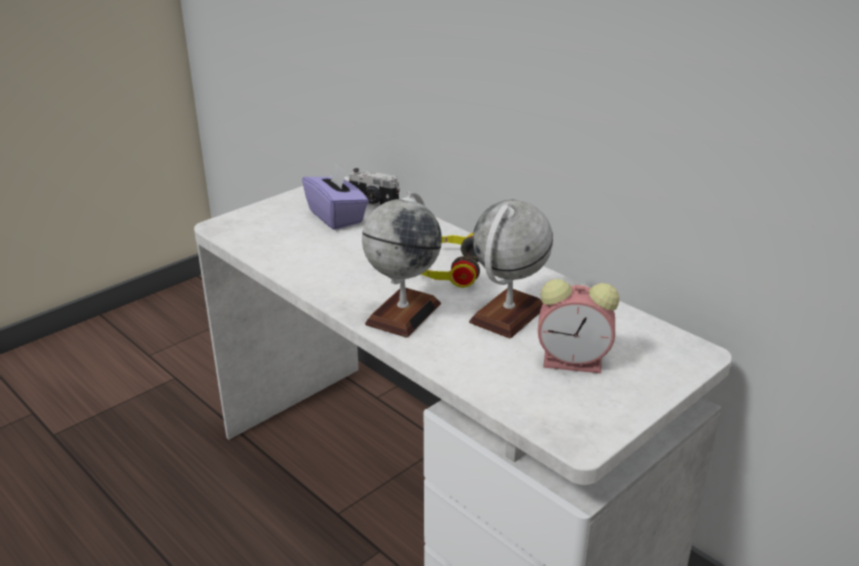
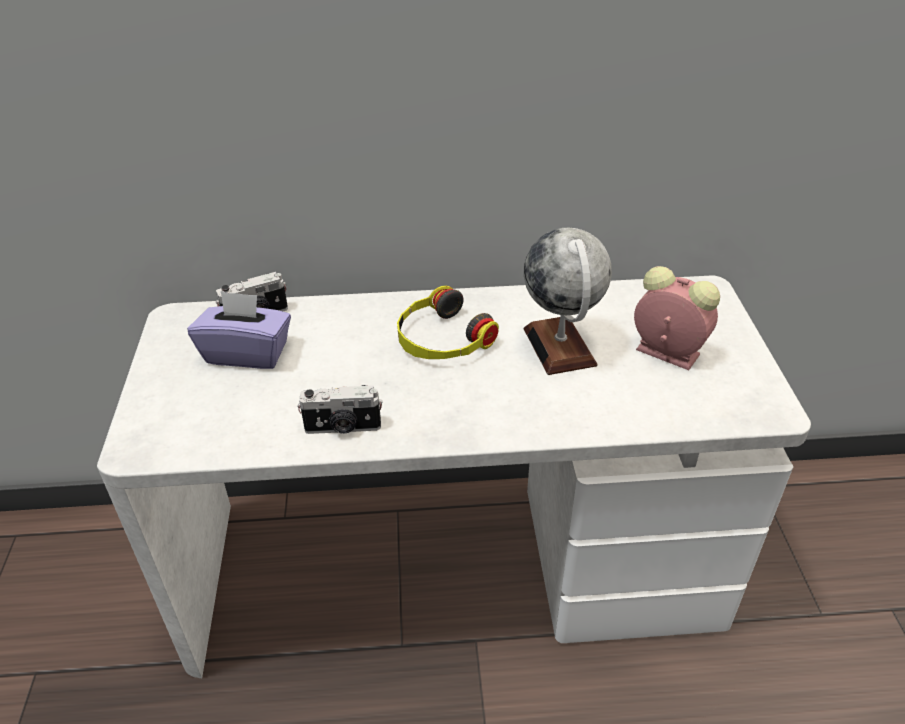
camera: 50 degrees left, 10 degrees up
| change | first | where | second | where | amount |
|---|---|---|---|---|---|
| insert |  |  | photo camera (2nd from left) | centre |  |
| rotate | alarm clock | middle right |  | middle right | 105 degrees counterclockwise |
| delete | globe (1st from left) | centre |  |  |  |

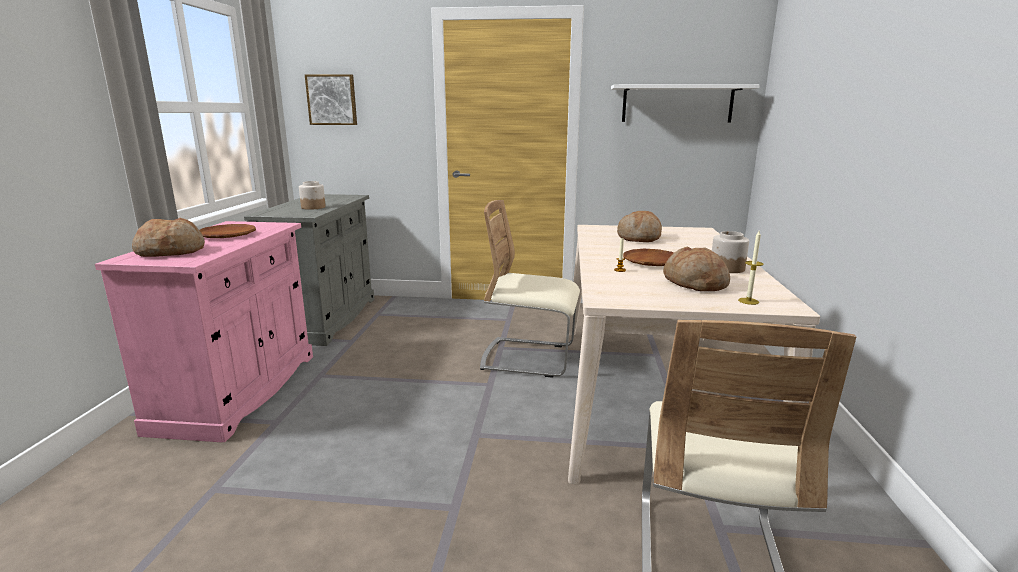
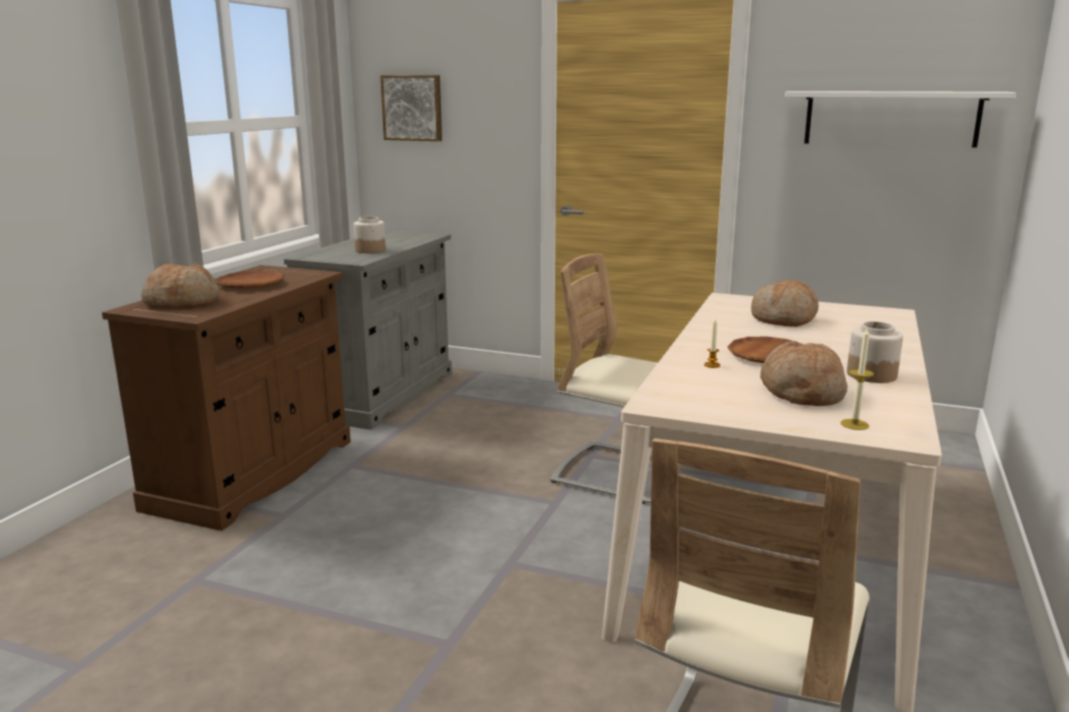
camera: 15 degrees right, 0 degrees up
| change | first | where | second | where | amount |
|---|---|---|---|---|---|
| recolor | pink cabinet | middle left | brown cabinet | middle left |  |

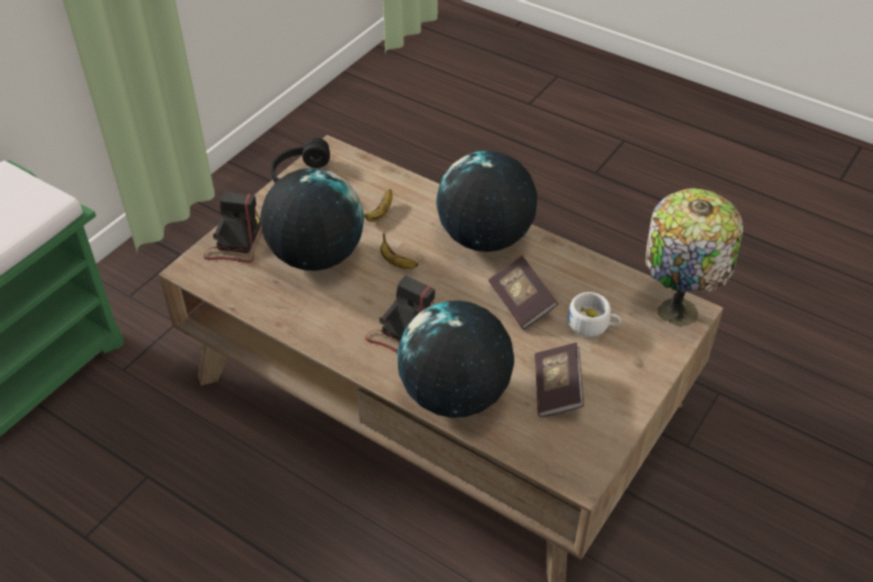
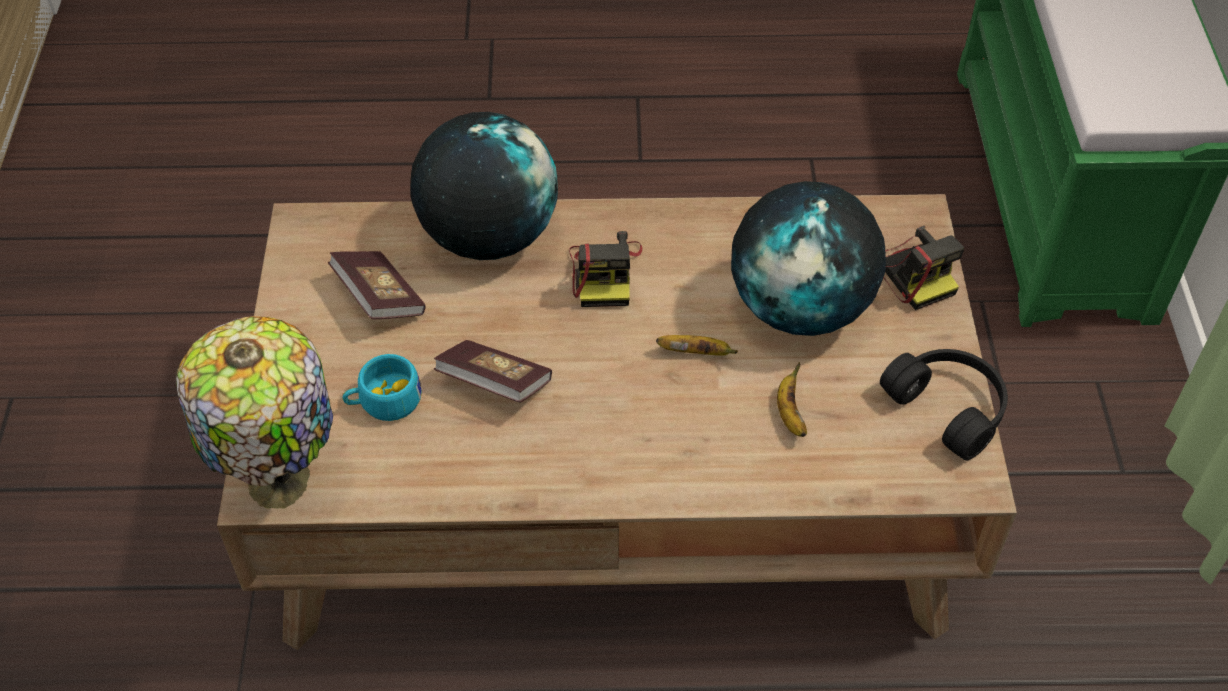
camera: 145 degrees right, 5 degrees up
| change | first | where | second | where | amount |
|---|---|---|---|---|---|
| recolor | white cup | middle right | turquoise cup | middle left |  |
| delete | globe (3rd from left) | centre |  |  |  |

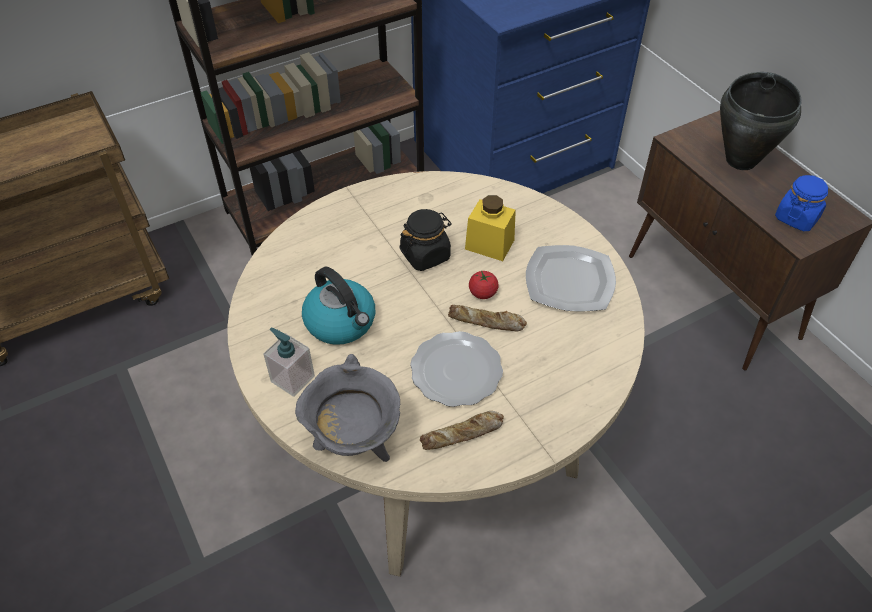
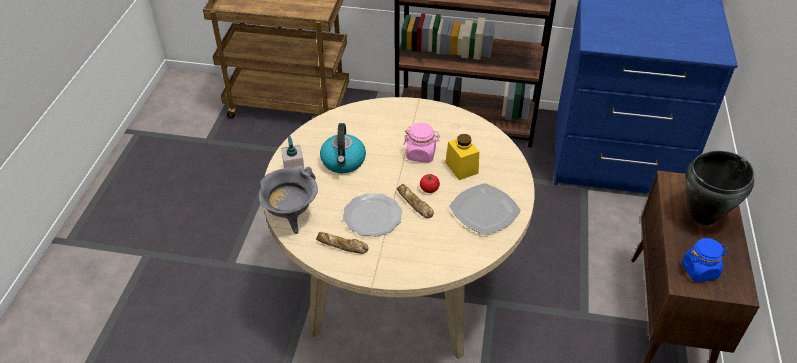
camera: 40 degrees right, 5 degrees down
| change | first | where | second | where | amount |
|---|---|---|---|---|---|
| recolor | black jar | centre | pink jar | centre |  |

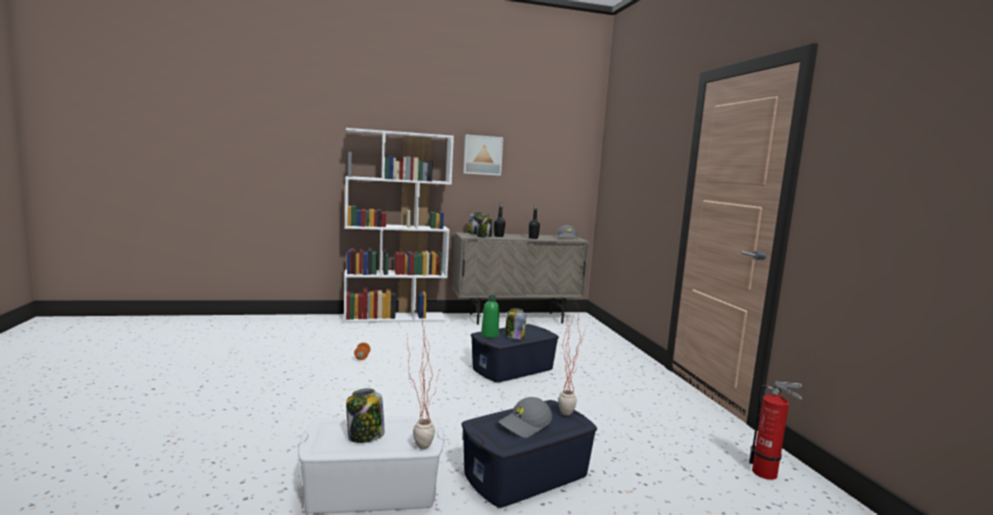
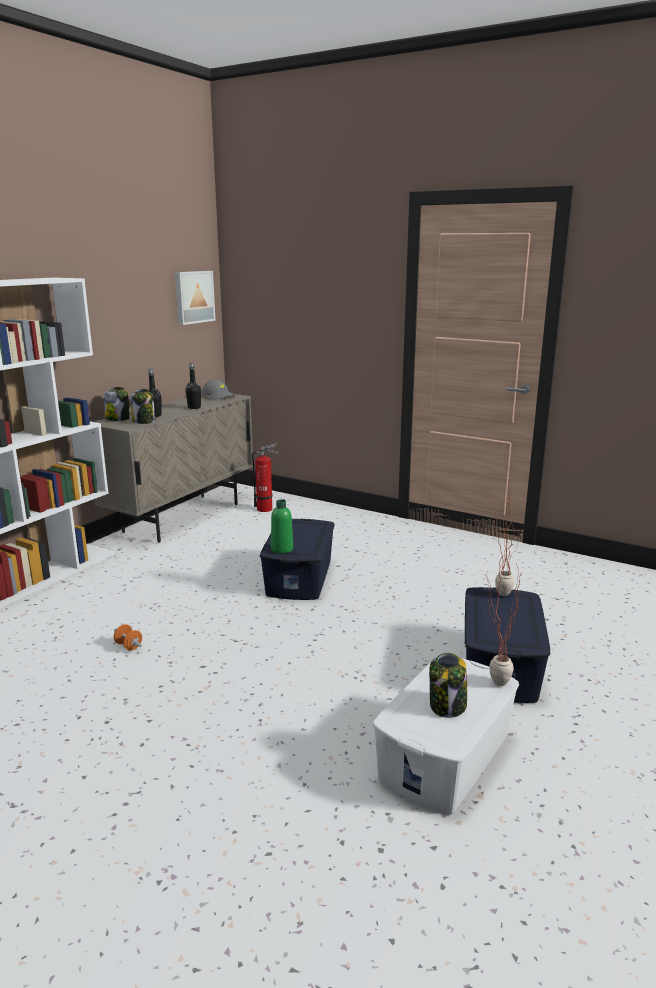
camera: 45 degrees left, 10 degrees up
| change | first | where | second | where | amount |
|---|---|---|---|---|---|
| move | picture | top centre |  | top left |  |
| move | fire extinguisher | bottom right |  | centre |  |
| delete | grey cap (1st from left) | bottom centre |  |  |  |
| delete | jar (4th from left) | centre |  |  |  |

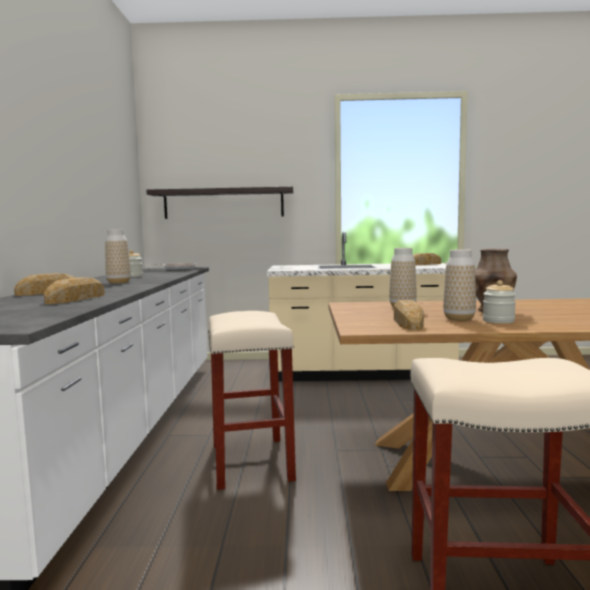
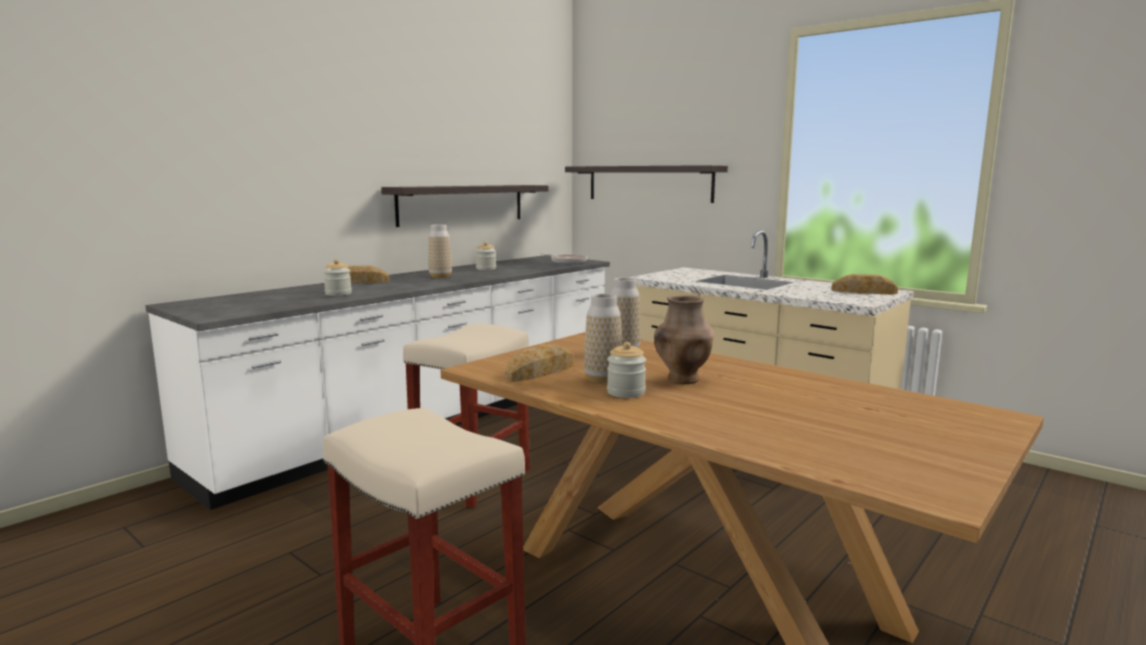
camera: 40 degrees right, 5 degrees up
| change | first | where | second | where | amount |
|---|---|---|---|---|---|
| replace | bread (2nd from left) | middle left | jar (1st from left) | middle left |  |
| insert |  |  | shelf (1st from left) | top centre |  |

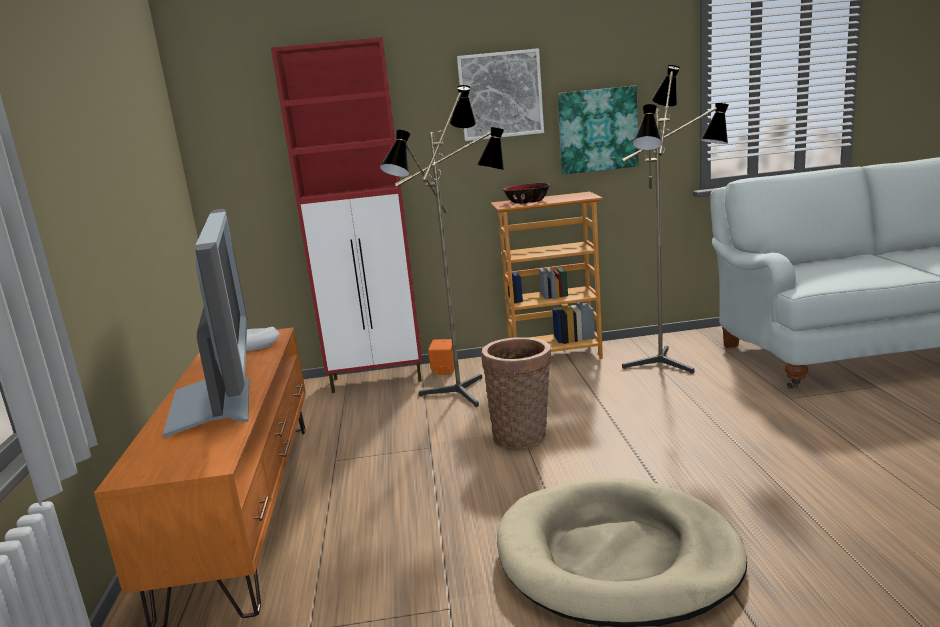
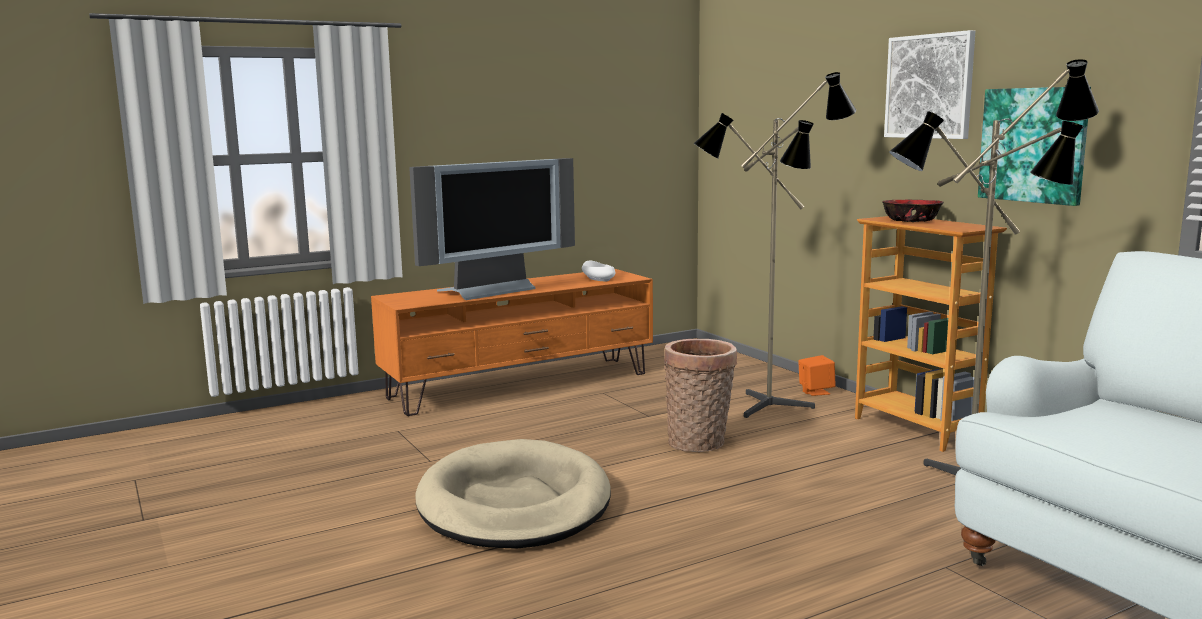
camera: 65 degrees right, 5 degrees down
| change | first | where | second | where | amount |
|---|---|---|---|---|---|
| delete | red cabinet | centre |  |  |  |

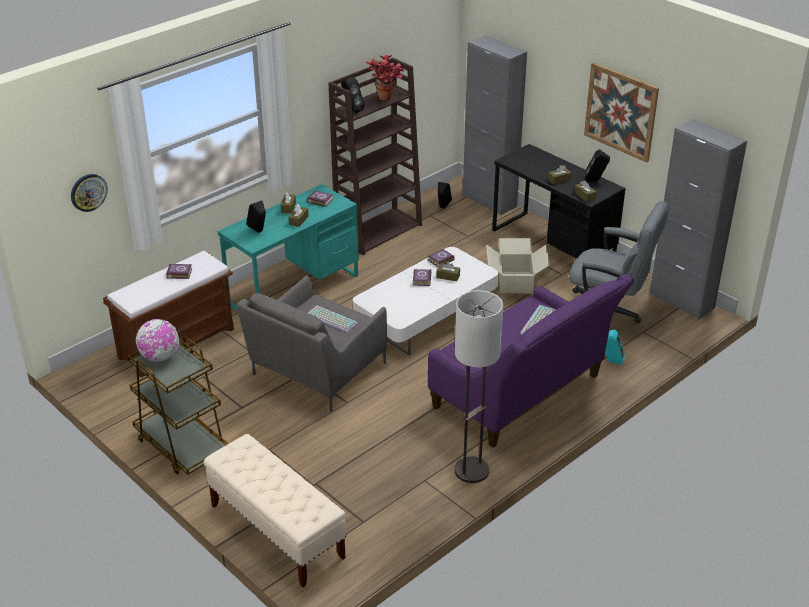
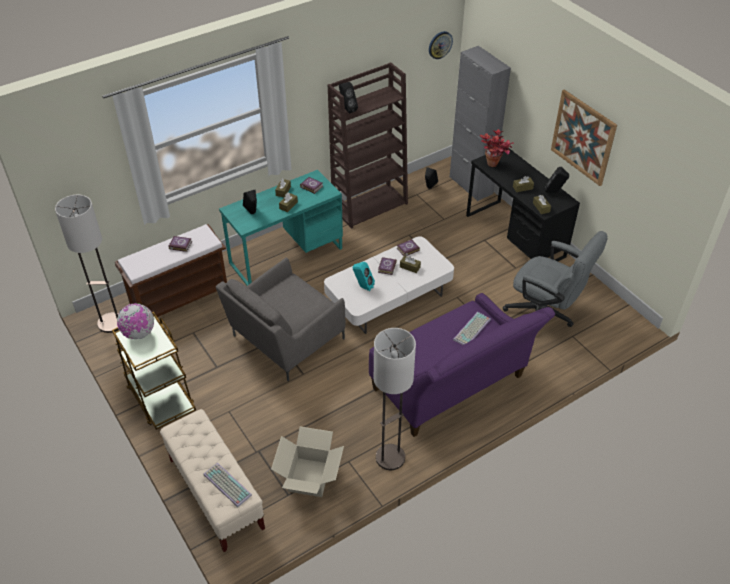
camera: 10 degrees right, 10 degrees up
| change | first | where | second | where | amount |
|---|---|---|---|---|---|
| insert |  |  | floor lamp (1st from left) | middle left |  |
| move | keyboard (1st from left) | centre |  | bottom left |  |
| move | cardboard box | centre |  | bottom centre |  |
| move | turquoise speaker | middle right |  | centre |  |
| move | wall clock | top left |  | top centre |  |
| move | potted plant | top centre |  | top right |  |
| delete | grey cabinet (2nd from left) | middle right |  |  |  |

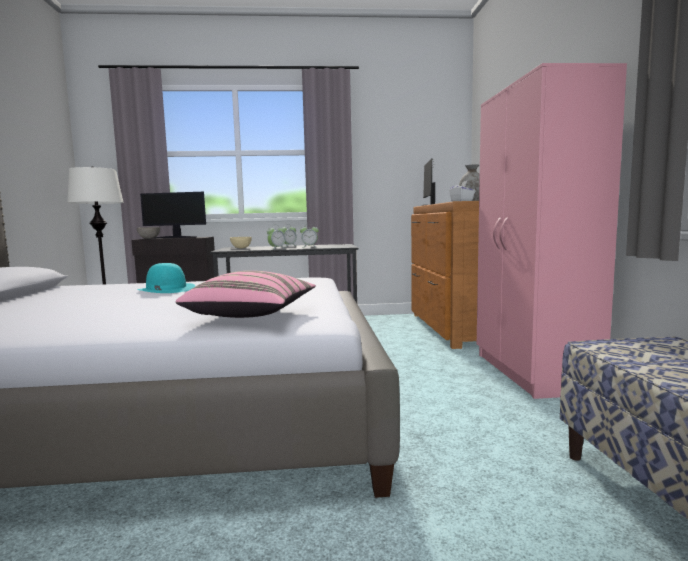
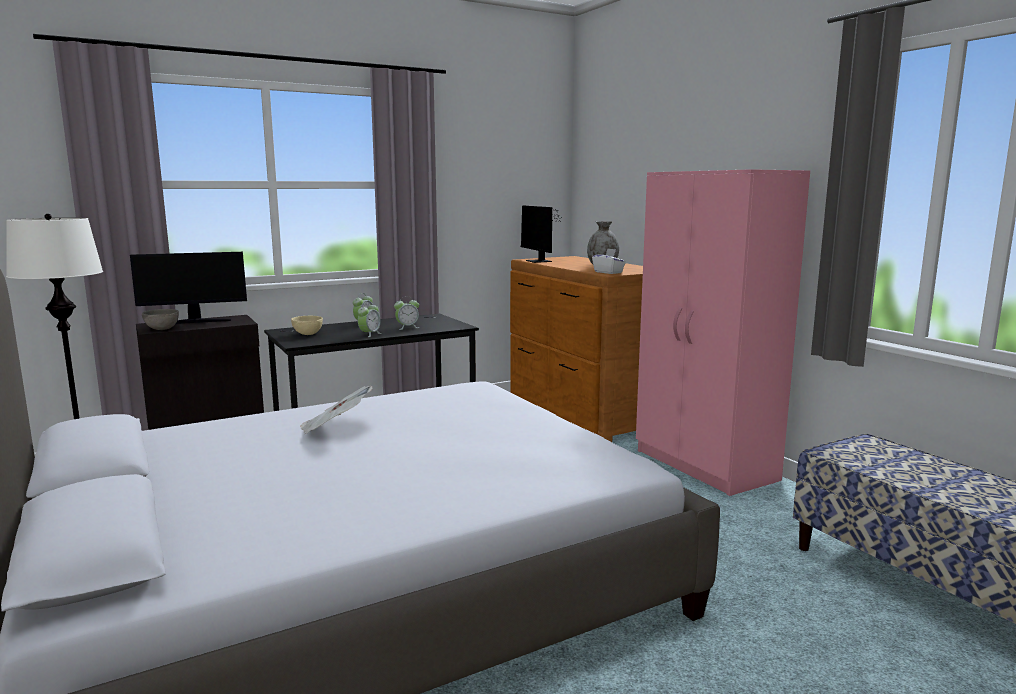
camera: 25 degrees left, 5 degrees up
| change | first | where | second | where | amount |
|---|---|---|---|---|---|
| replace | turquoise hat | middle left | newspaper | middle left |  |
| delete | pink pillow | centre |  |  |  |

